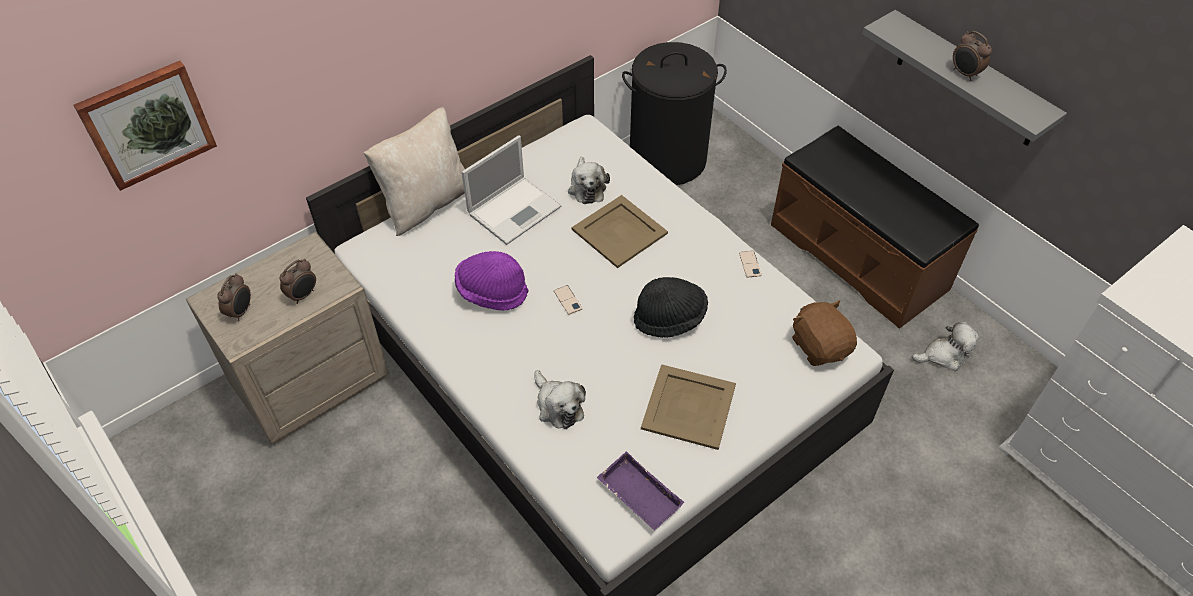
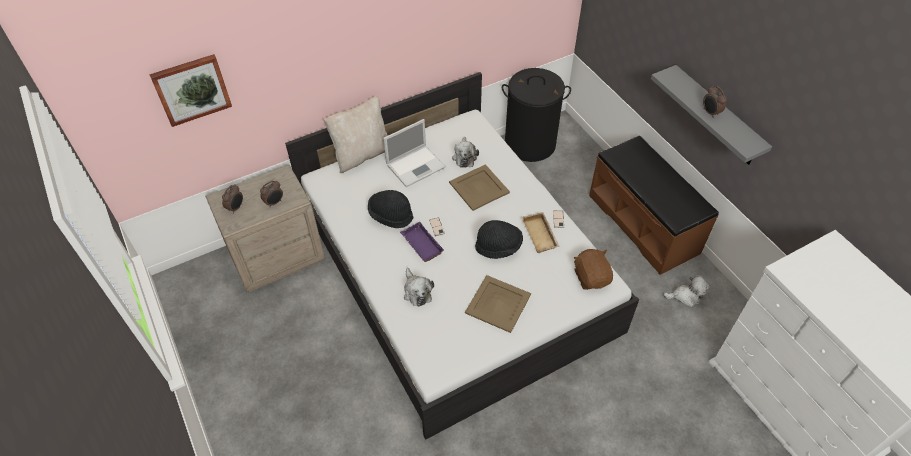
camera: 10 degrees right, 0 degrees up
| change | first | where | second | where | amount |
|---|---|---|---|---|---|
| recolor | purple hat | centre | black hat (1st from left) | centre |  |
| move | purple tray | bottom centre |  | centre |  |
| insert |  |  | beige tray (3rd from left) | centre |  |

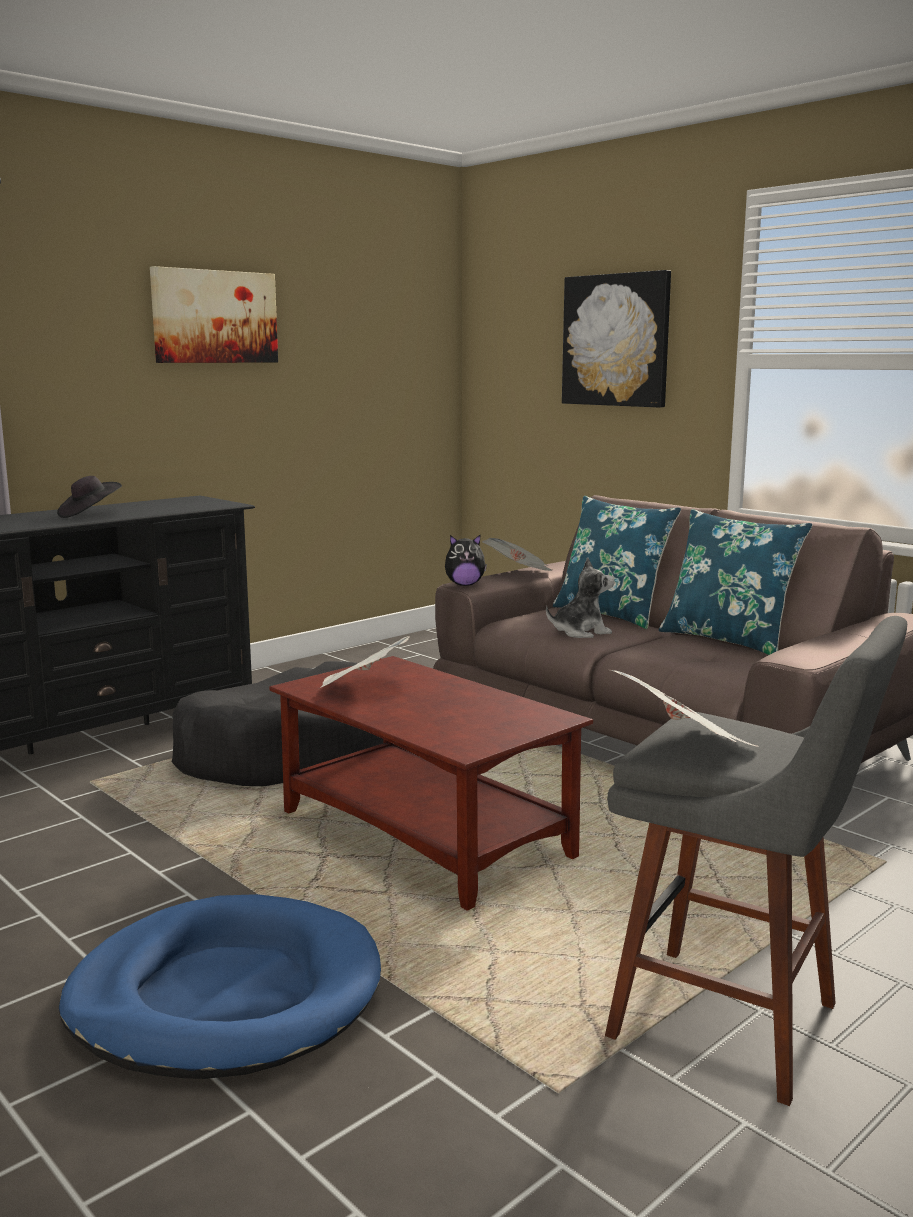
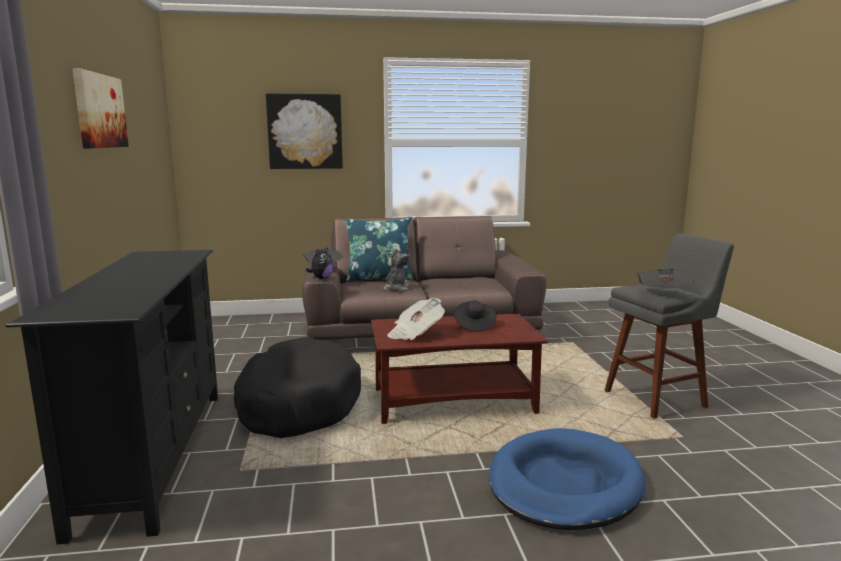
camera: 55 degrees left, 0 degrees up
| change | first | where | second | where | amount |
|---|---|---|---|---|---|
| move | black hat | middle left |  | centre |  |
| delete | blue pillow (2nd from left) | middle right |  |  |  |

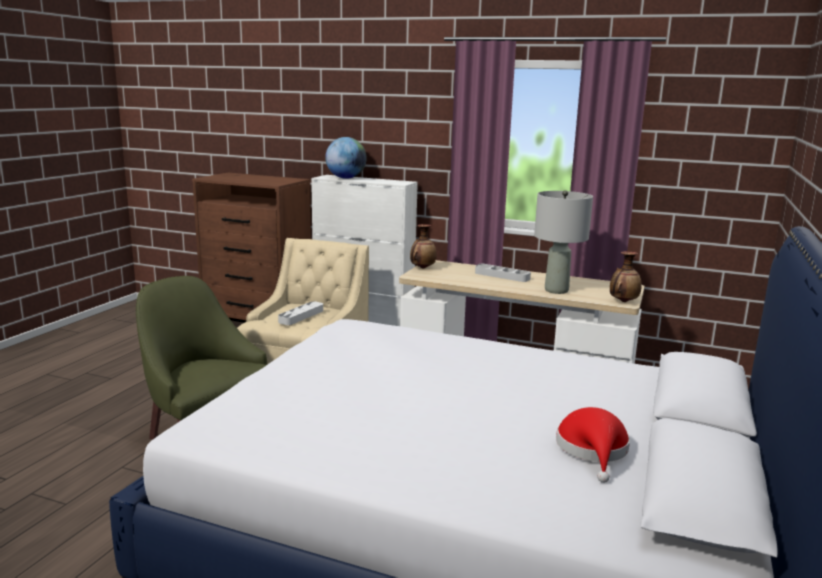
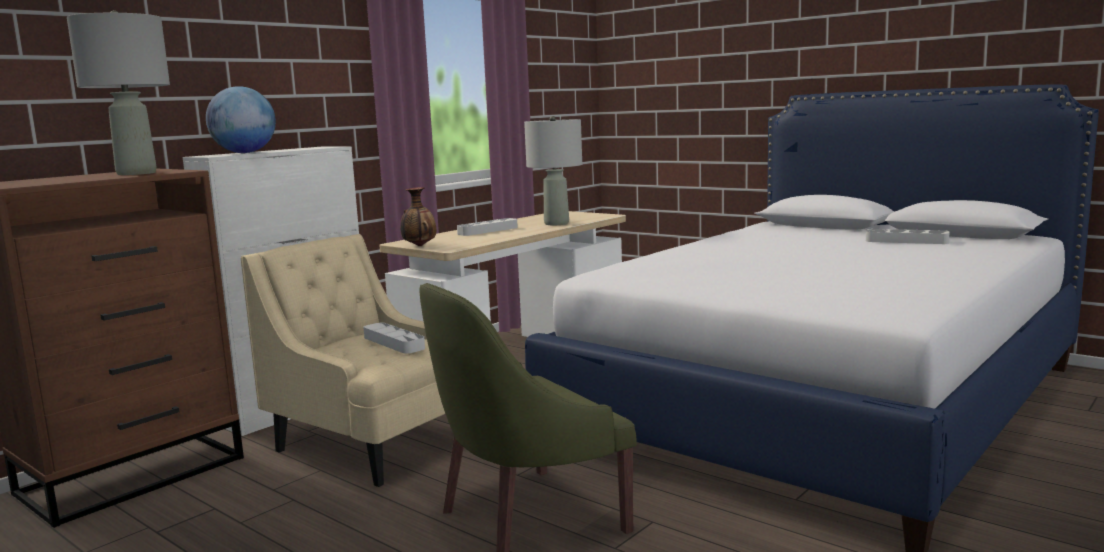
camera: 70 degrees left, 5 degrees down
| change | first | where | second | where | amount |
|---|---|---|---|---|---|
| insert |  |  | grey table lamp (1st from left) | top left |  |
| replace | red hat | bottom right | grey tray (3rd from left) | middle right |  |
| delete | vase (2nd from left) | middle right |  |  |  |

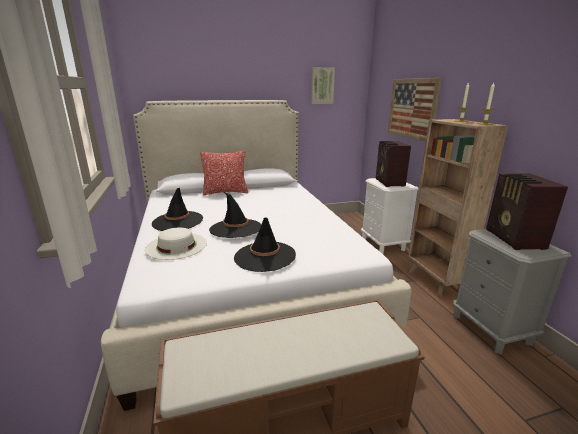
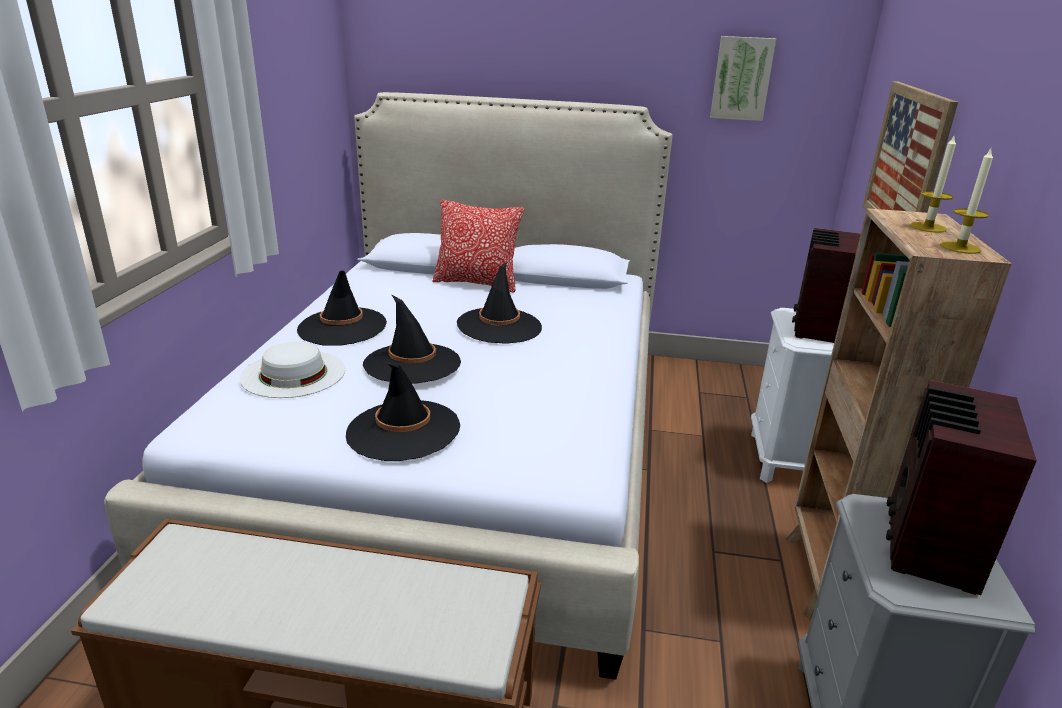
camera: 25 degrees right, 5 degrees up
| change | first | where | second | where | amount |
|---|---|---|---|---|---|
| insert |  |  | black hat (4th from left) | centre |  |

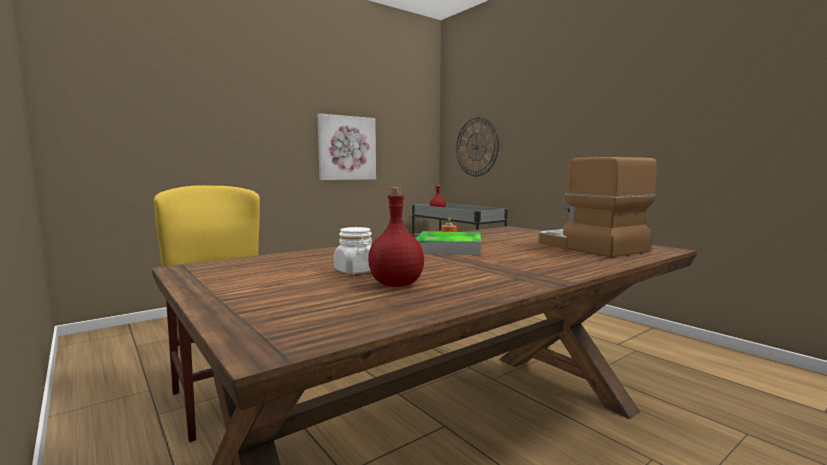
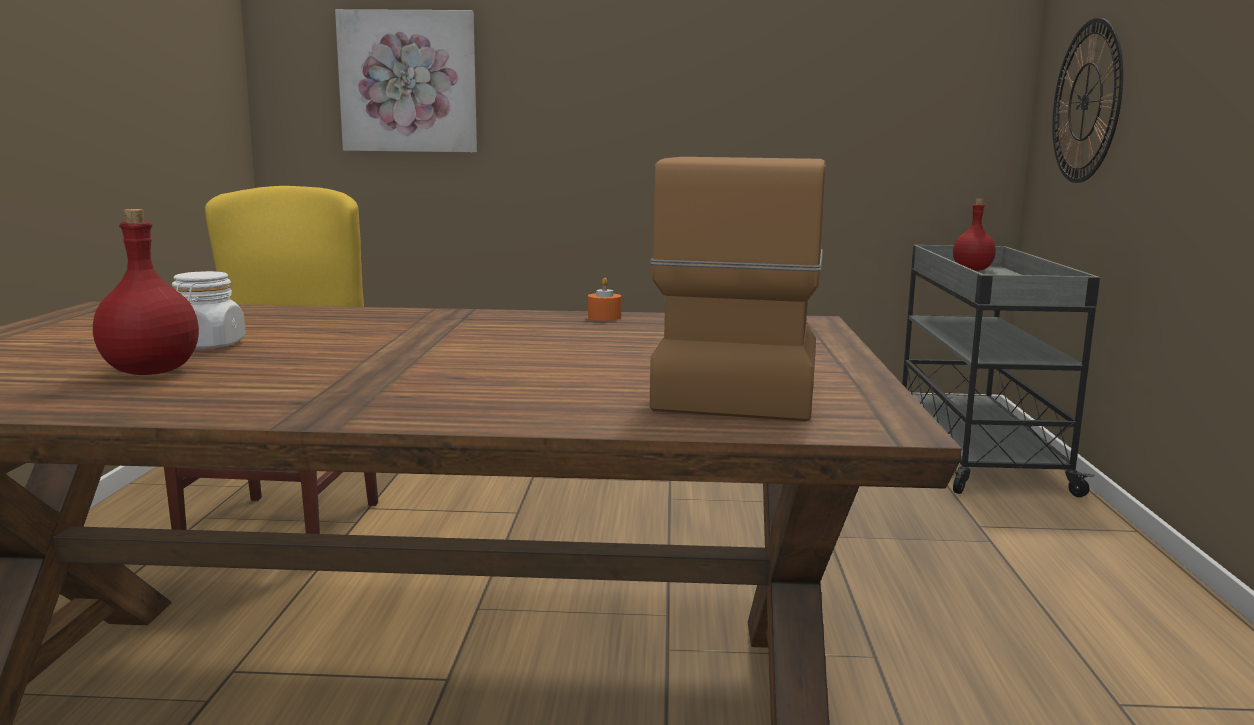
camera: 40 degrees right, 5 degrees up
| change | first | where | second | where | amount |
|---|---|---|---|---|---|
| move | picture | top centre |  | top left |  |
| delete | tray | centre |  |  |  |

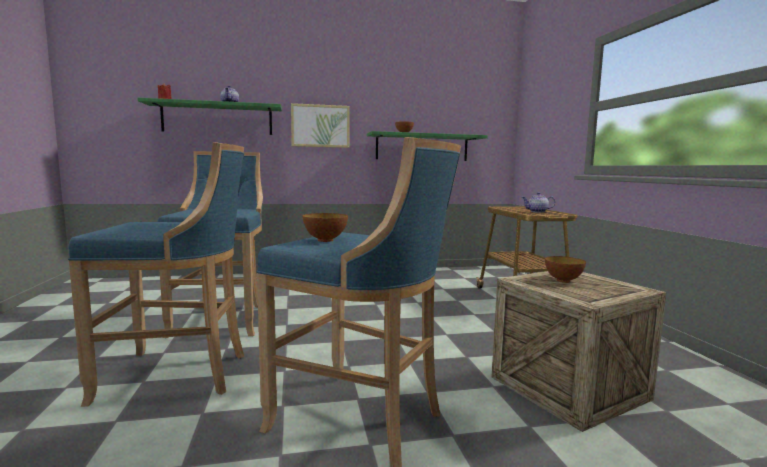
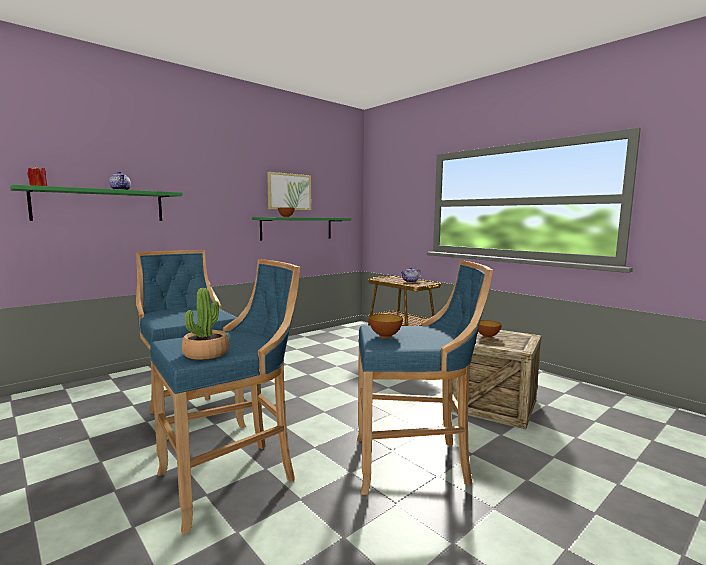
camera: 30 degrees left, 0 degrees up
| change | first | where | second | where | amount |
|---|---|---|---|---|---|
| insert |  |  | potted plant | middle left |  |
| move | picture | top centre |  | centre |  |

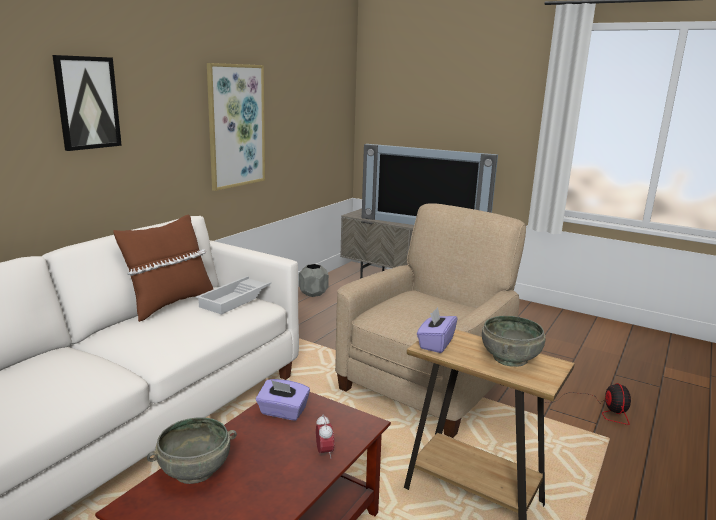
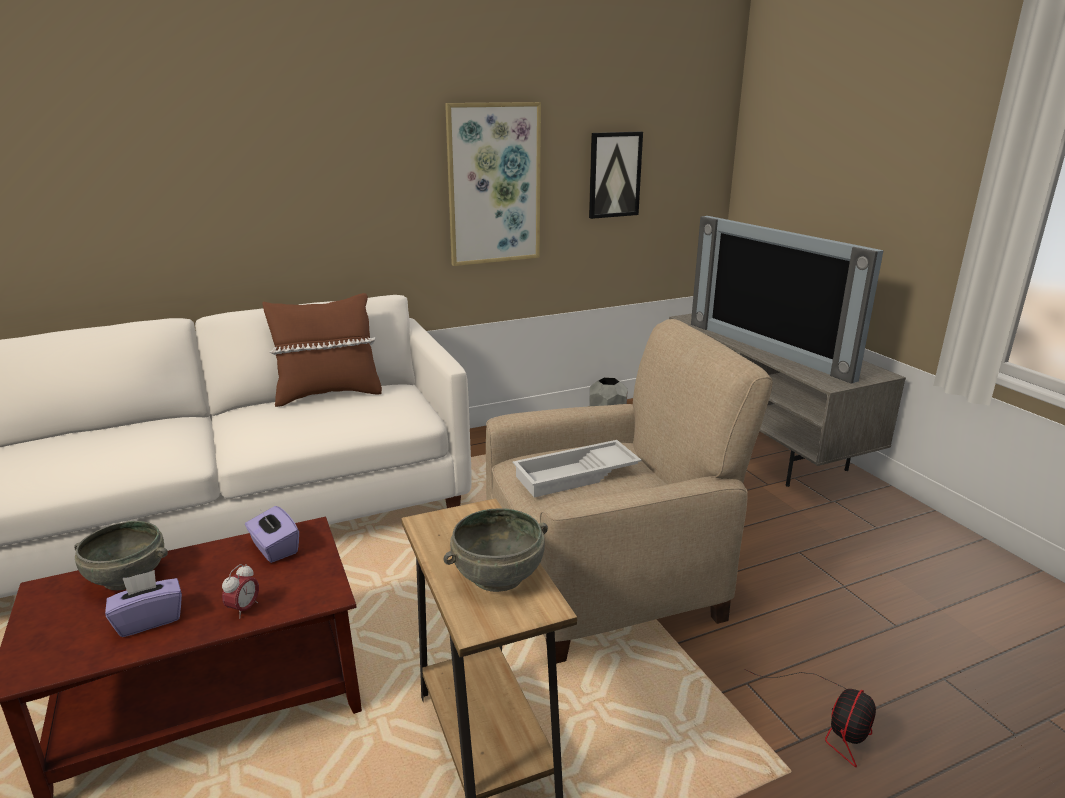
camera: 35 degrees right, 5 degrees up
| change | first | where | second | where | amount |
|---|---|---|---|---|---|
| move | purple tissue box (2nd from left in the first image) | centre | purple tissue box (1st from left) | bottom left |  |
| move | white tray | middle left |  | centre |  |
| move | picture (1st from left in the first image) | top left | picture (2nd from left) | top centre |  |

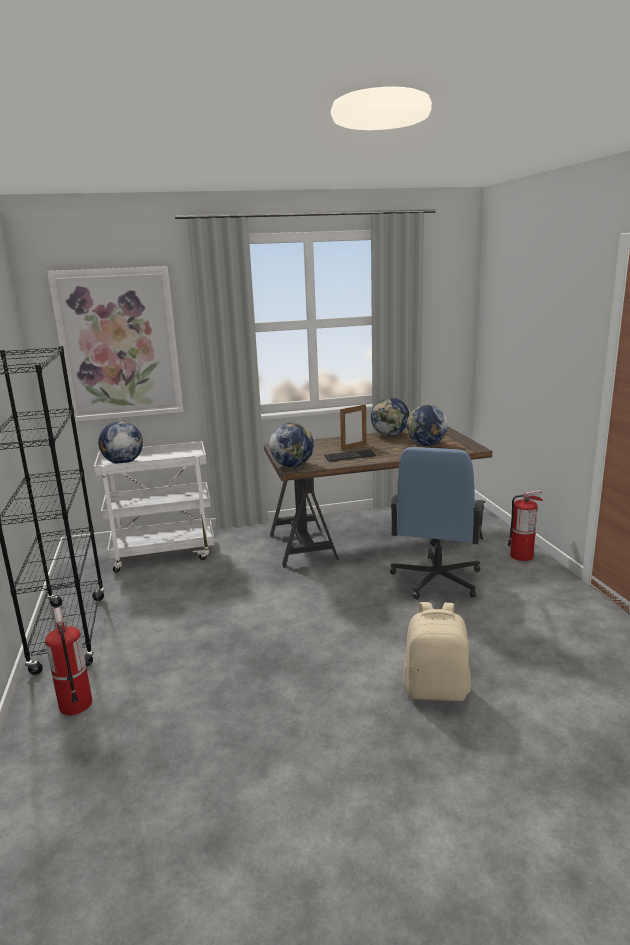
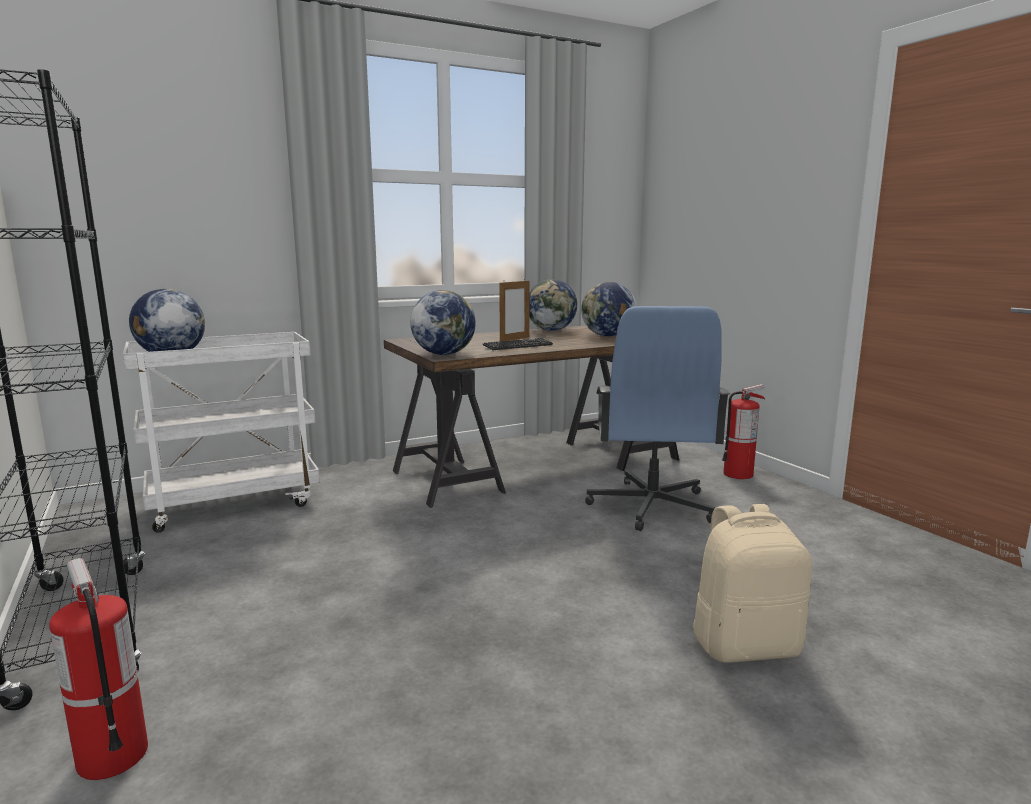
camera: 15 degrees left, 5 degrees down
| change | first | where | second | where | amount |
|---|---|---|---|---|---|
| delete | picture | middle left |  |  |  |

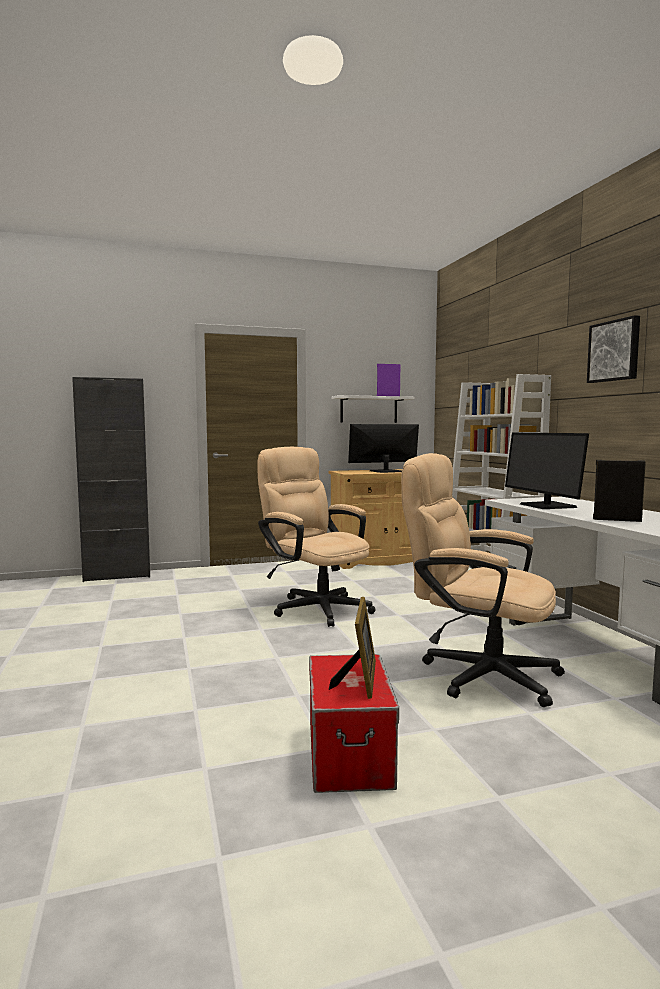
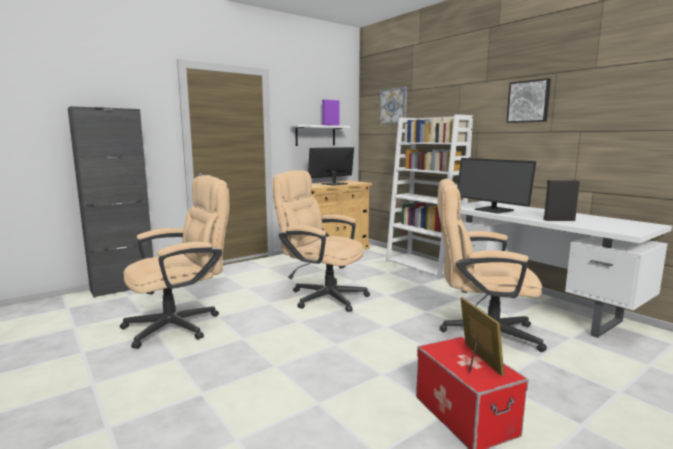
camera: 20 degrees left, 5 degrees up
| change | first | where | second | where | amount |
|---|---|---|---|---|---|
| insert |  |  | beige office chair (1st from left) | middle left |  |
| insert |  |  | picture (1st from left) | top centre |  |

